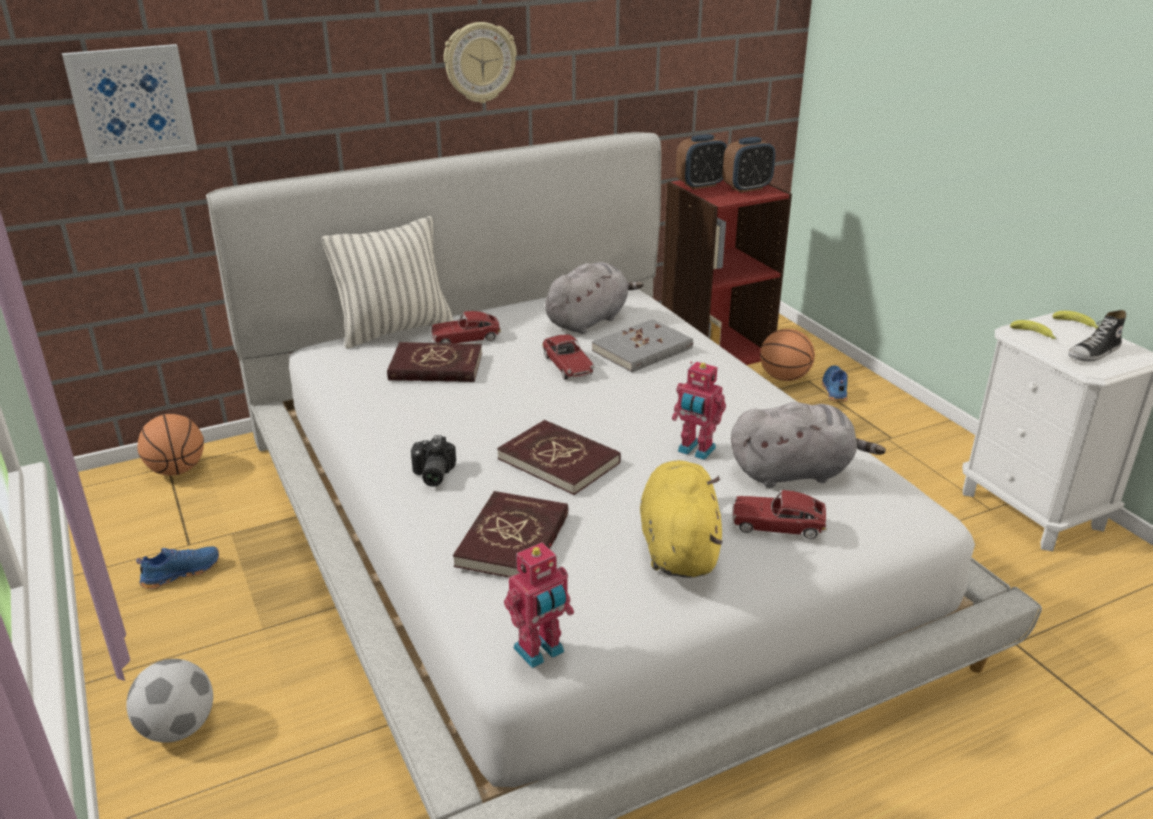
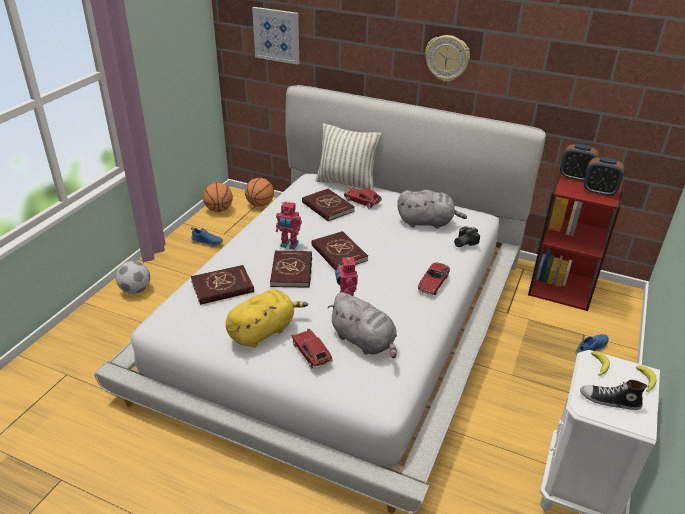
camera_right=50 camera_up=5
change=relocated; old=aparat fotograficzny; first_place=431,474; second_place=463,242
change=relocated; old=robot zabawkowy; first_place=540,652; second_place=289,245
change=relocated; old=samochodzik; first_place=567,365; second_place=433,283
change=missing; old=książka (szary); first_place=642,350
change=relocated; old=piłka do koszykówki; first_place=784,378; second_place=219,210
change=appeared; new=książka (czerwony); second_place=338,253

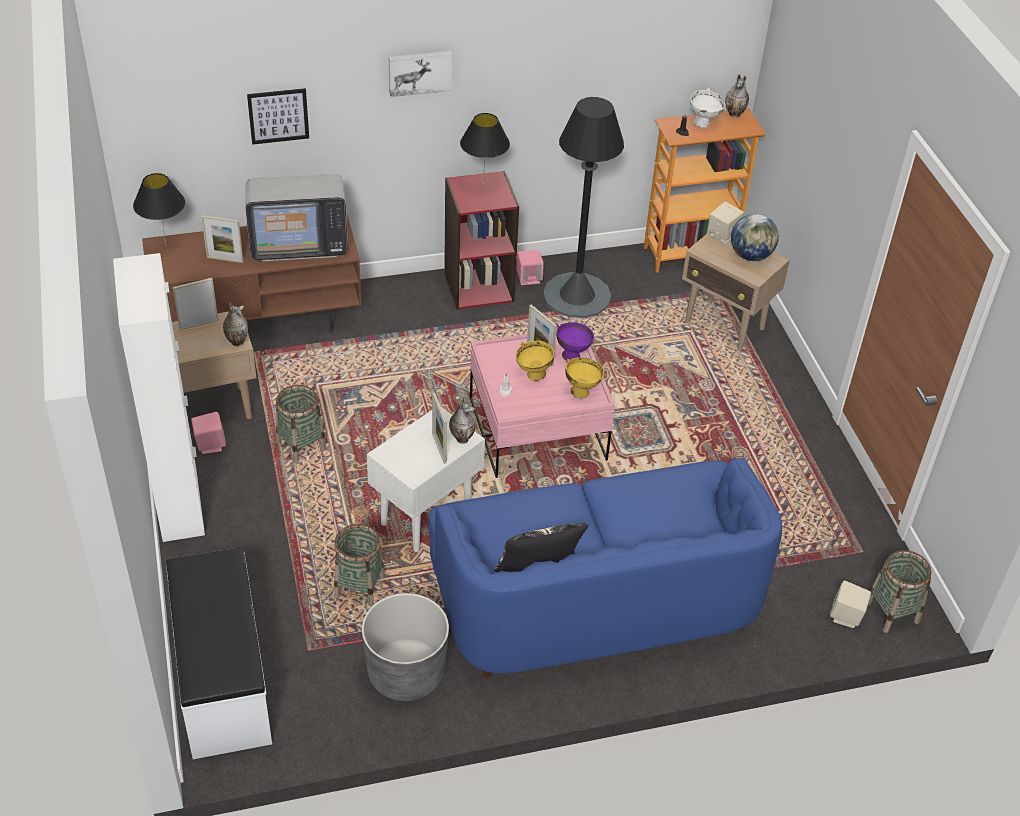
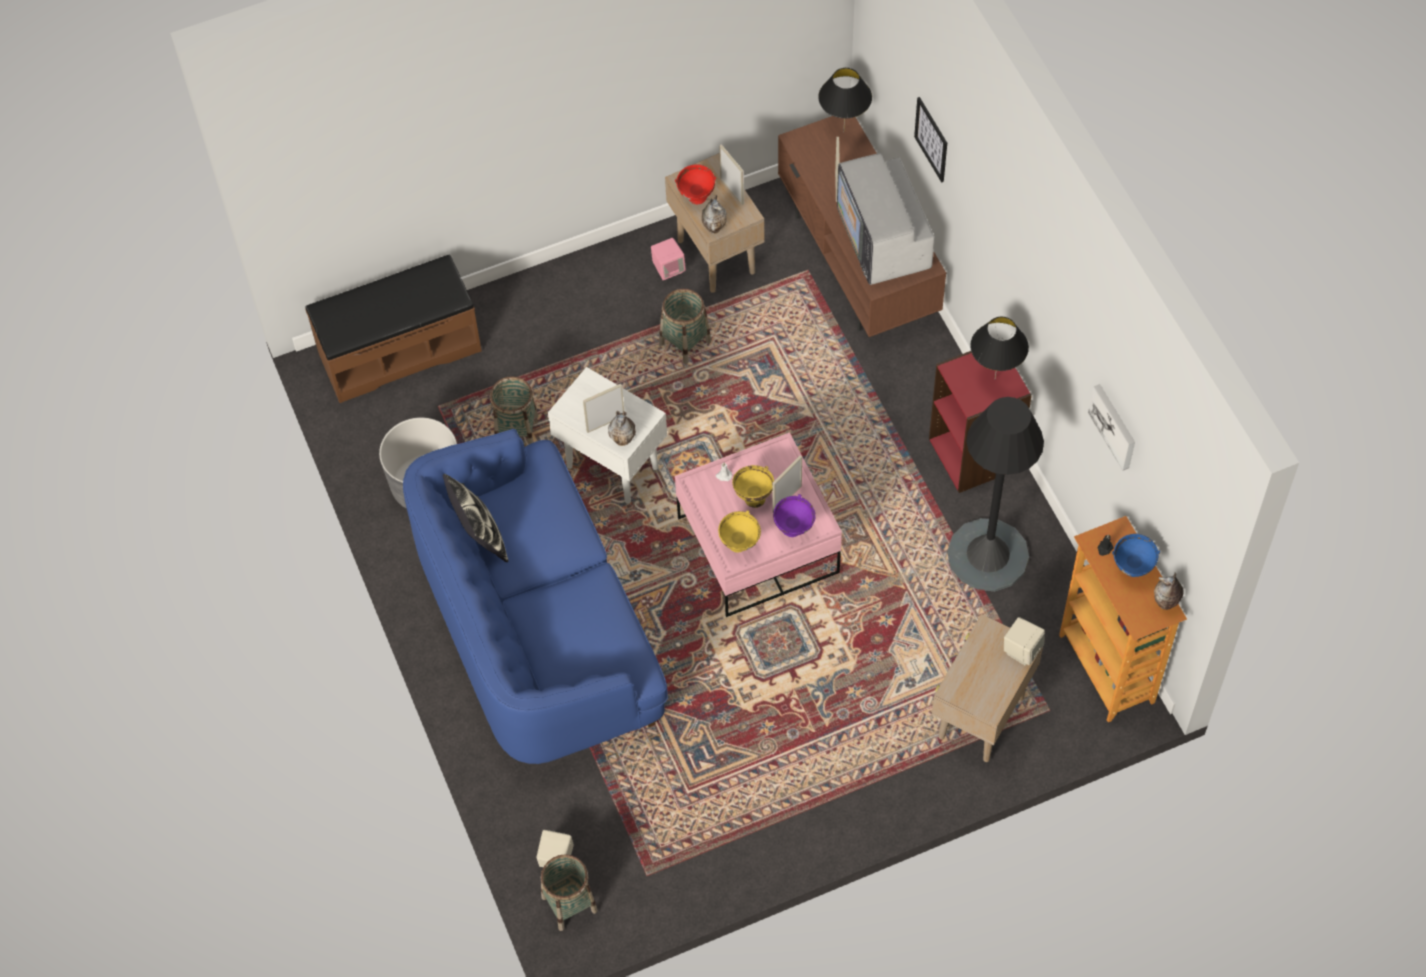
camera_right=85 camera_up=15
change=missing; old=szafka (biały); first_place=180,504
change=colour; old=ławka (biały); new=ławka (brązowy); first_place=221,678; second_place=399,350
change=relocated; old=obraz; first_place=419,72; second_place=1114,426
change=missing; old=głośnik (różowy); first_place=529,278
change=colour; old=miska (biały); new=miska (niebieski); first_place=704,123; second_place=1132,570
change=missing; old=globus; first_place=751,255
change=appeared; new=miska (czerwony); second_place=697,199

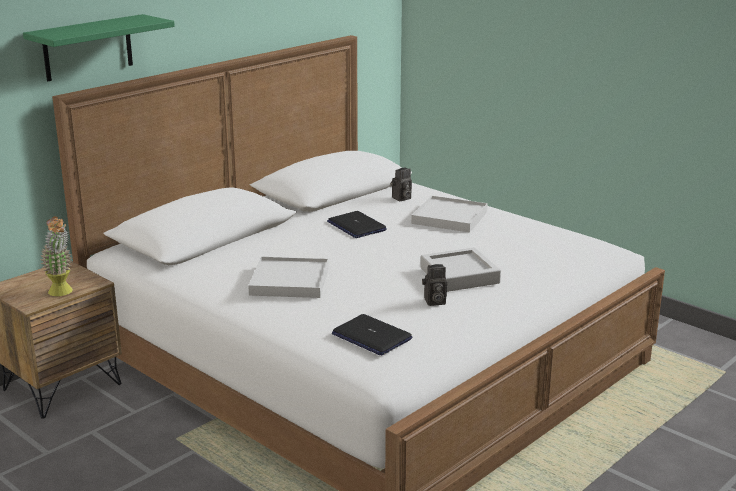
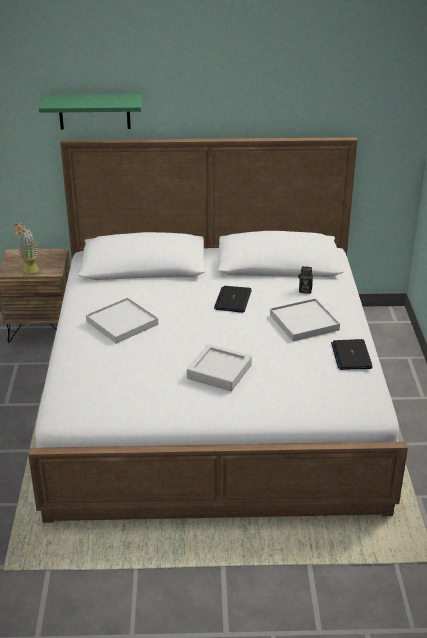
camera_right=45 camera_up=10
change=relocated; old=laptop; first_place=371,336; second_place=351,355
change=missing; old=aparat fotograficzny; first_place=434,302

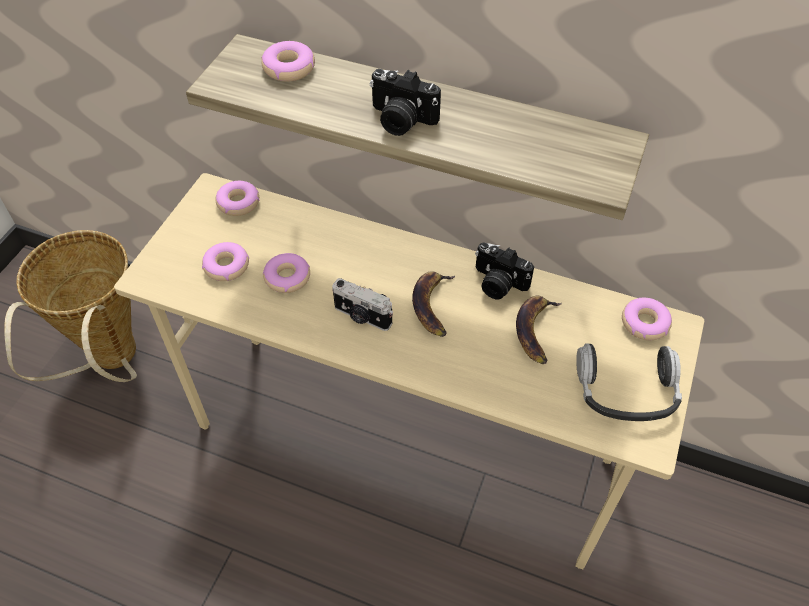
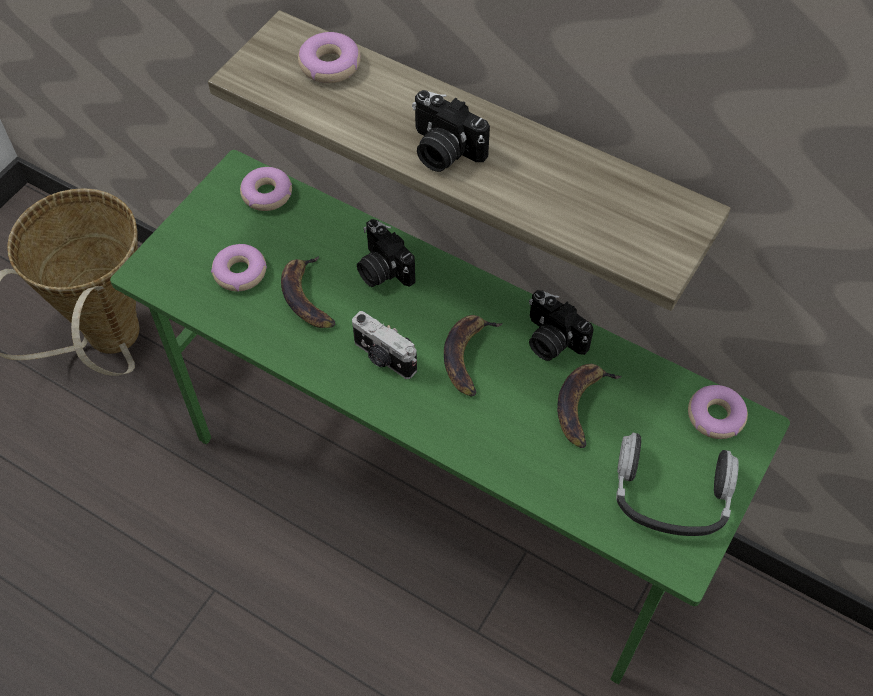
camera_right=10 camera_up=5
change=colour; old=biurko (beżowy); new=biurko (zielony); first_place=405,442; second_place=437,497
change=exchanged; old=donut; new=banan; first_place=287,277; second_place=307,297
change=appeared; new=aparat fotograficzny; second_place=382,270

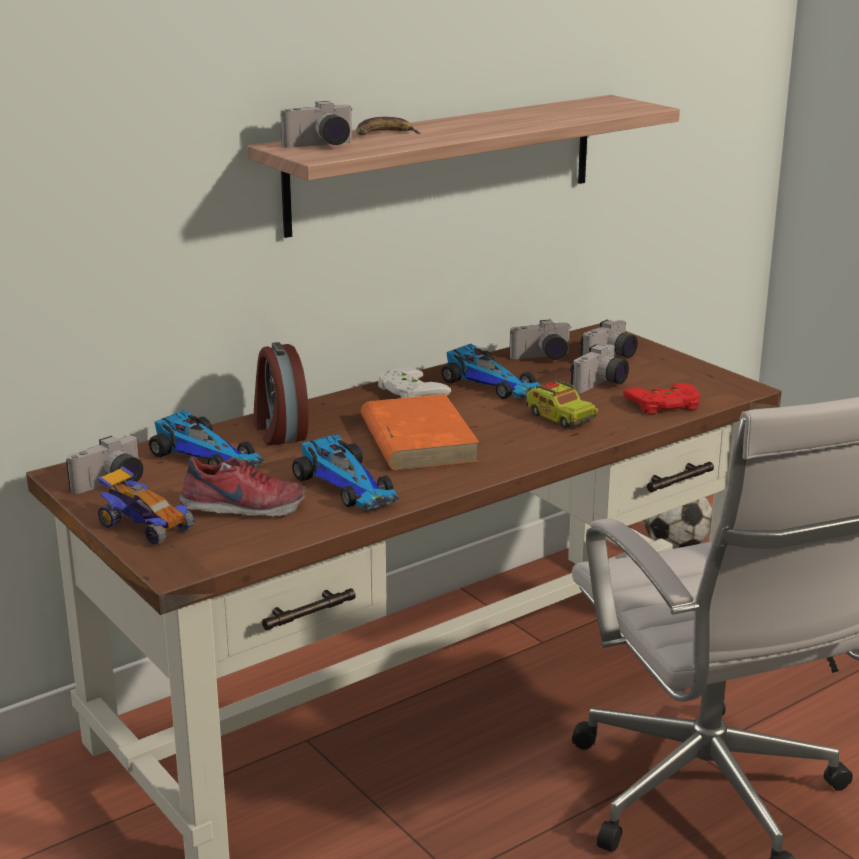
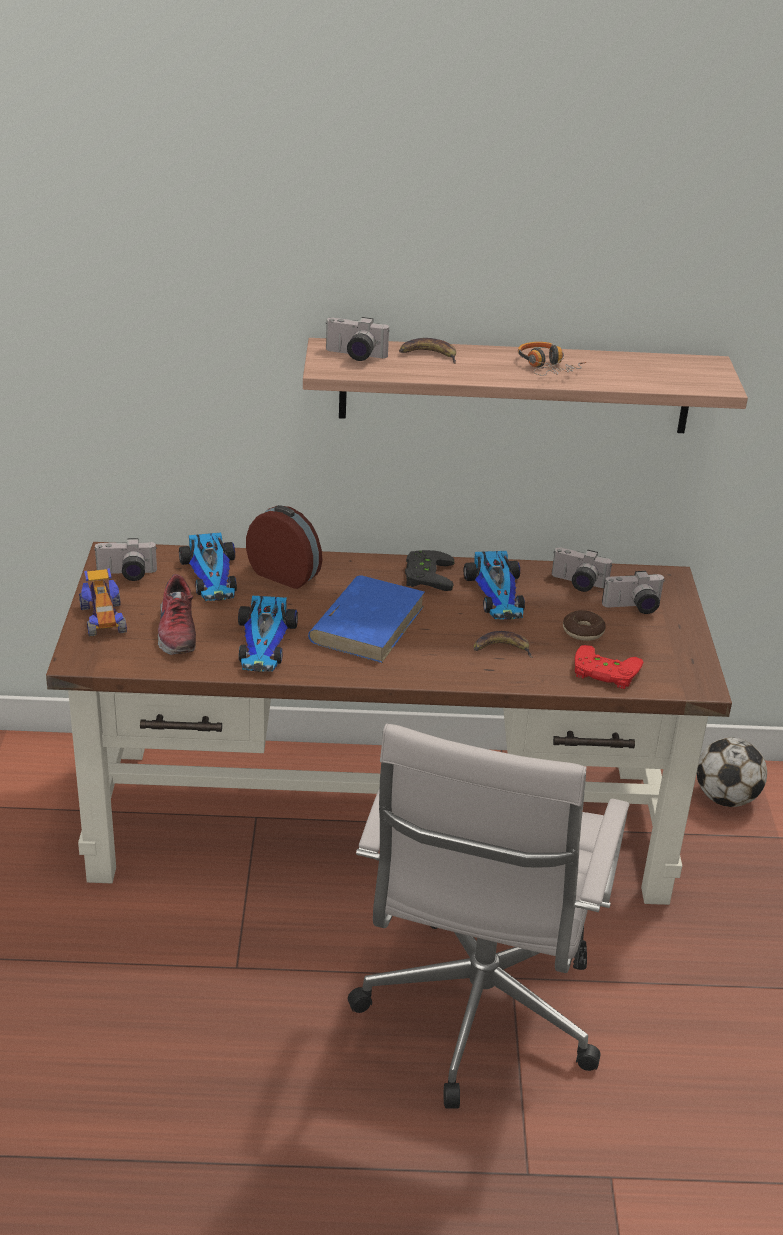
camera_right=35 camera_up=10
change=spun; old=but; first_place=242,509; second_place=175,631; degrees=45
change=spun; old=budzik; first_place=279,431; second_place=285,574; degrees=105
change=colour; old=książka (pomarańczowy); new=książka (niebieski); first_place=417,439; second_place=367,623
change=colour; old=pad do gier (biały); new=pad do gier (czarny); first_place=407,391; second_place=425,575
change=exchanged; old=ciężarówka zabawkowa; new=banan; first_place=559,417; second_place=501,649
change=exchanged; old=aparat fotograficzny; new=donut; first_place=601,385; second_place=583,631
change=appeared; new=słuchawki; second_place=546,367

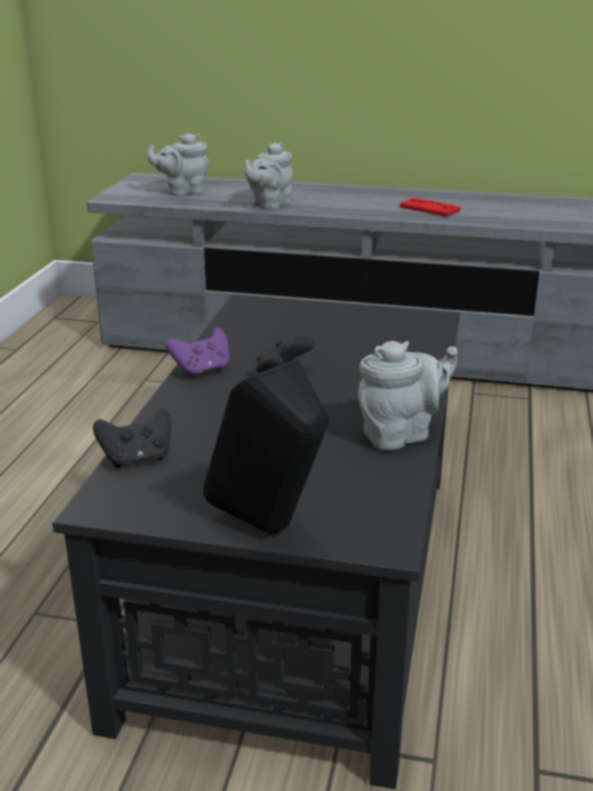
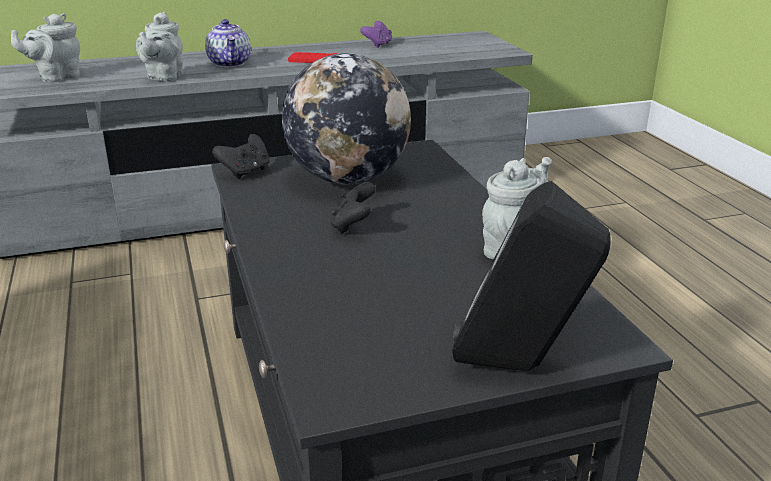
camera_right=-30 camera_up=0
change=relocated; old=pad do gier (czarny); first_place=137,458; second_place=245,172
change=relocated; old=pad do gier (fioletowy); first_place=202,370; second_place=377,45
change=appeared; new=imbryk; second_place=230,63
change=appeared; new=globus; second_place=347,179

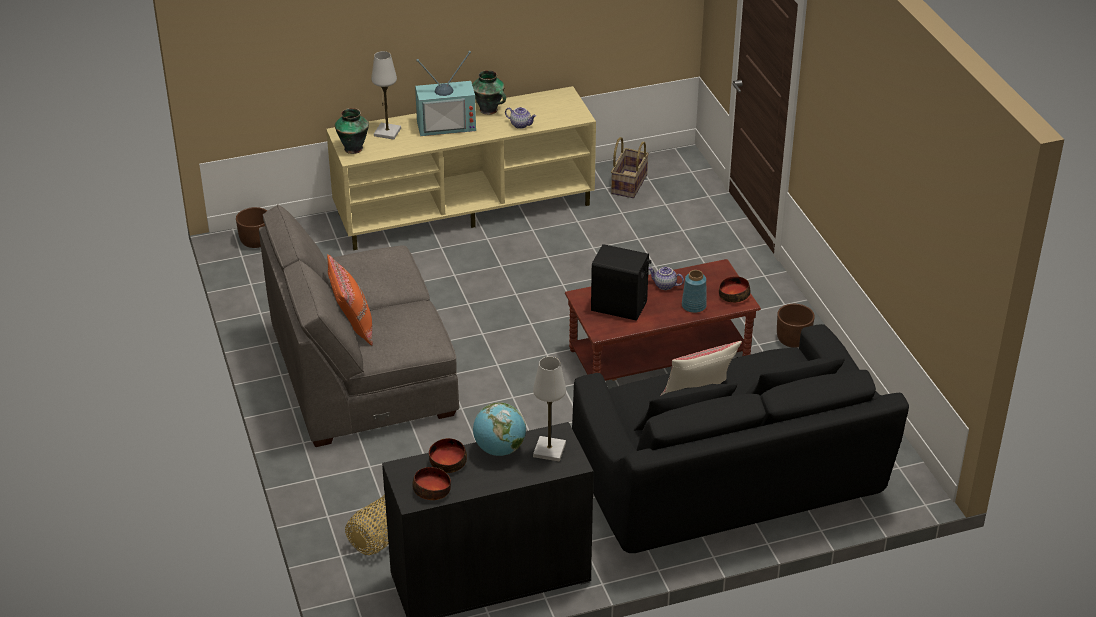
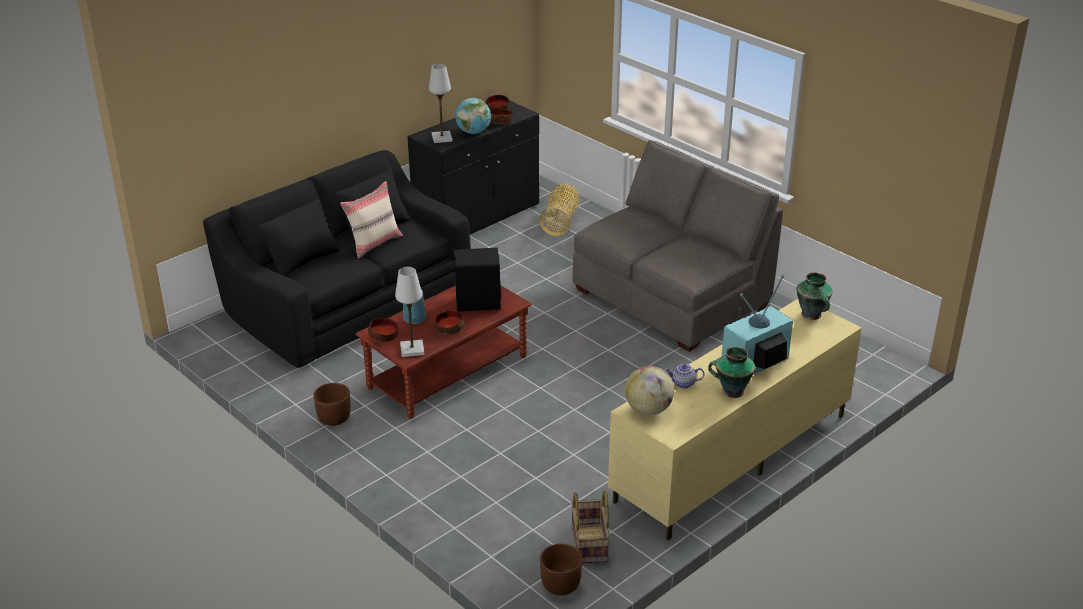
camera_right=155 camera_up=-5
change=relocated; old=donica (brązowy); first_place=256,241; second_place=560,584
change=missing; old=poduszka (pomarańczowy); first_place=352,326
change=relocated; old=lampa stołowa (biały); first_place=387,132; second_place=412,349
change=exchanged; old=imbryk; new=miska; first_place=664,286; second_place=449,328
change=appeared; new=globus; second_place=648,409

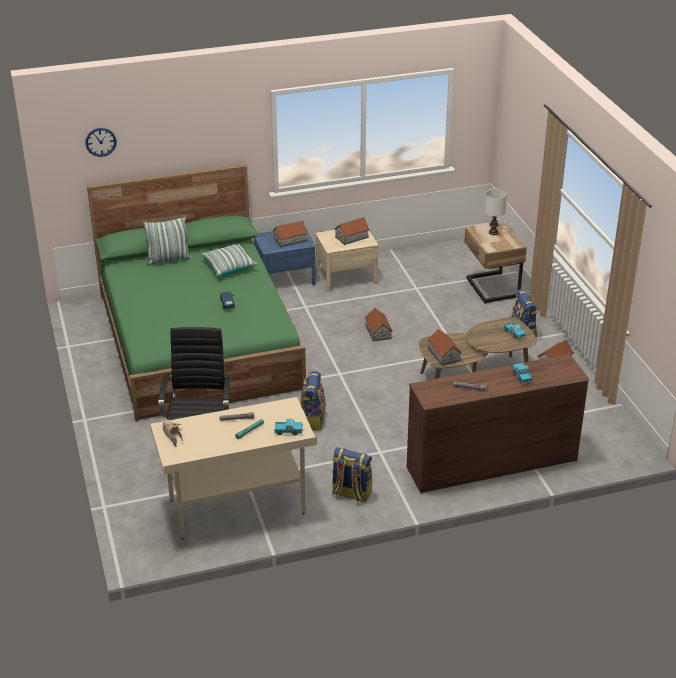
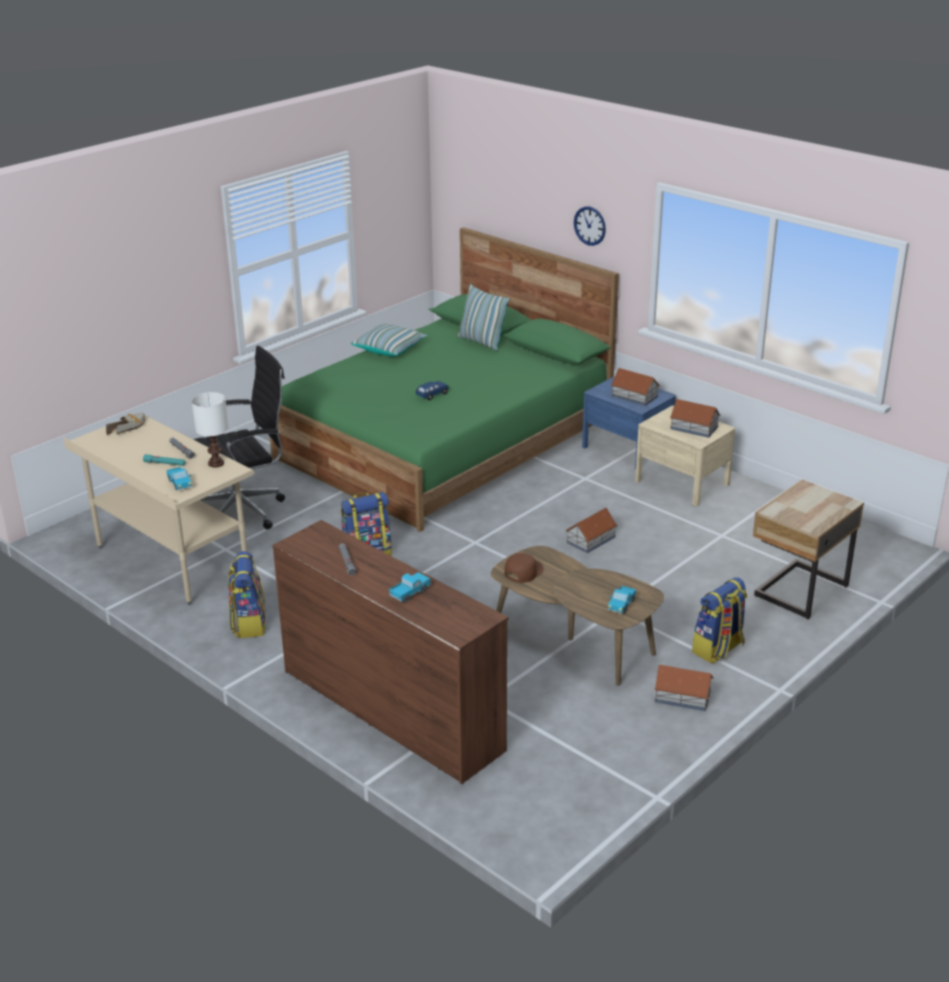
camera_right=60 camera_up=-5
change=relocated; old=zegar ścienny; first_place=100,142; second_place=590,225
change=relocated; old=poduszka; first_place=228,266; second_place=389,349
change=exchanged; old=domek; new=czapka z daszkiem (brązowy); first_place=443,355; second_place=523,571
change=relocated; old=lampa stołowa (biały); first_place=493,232; second_place=216,463

